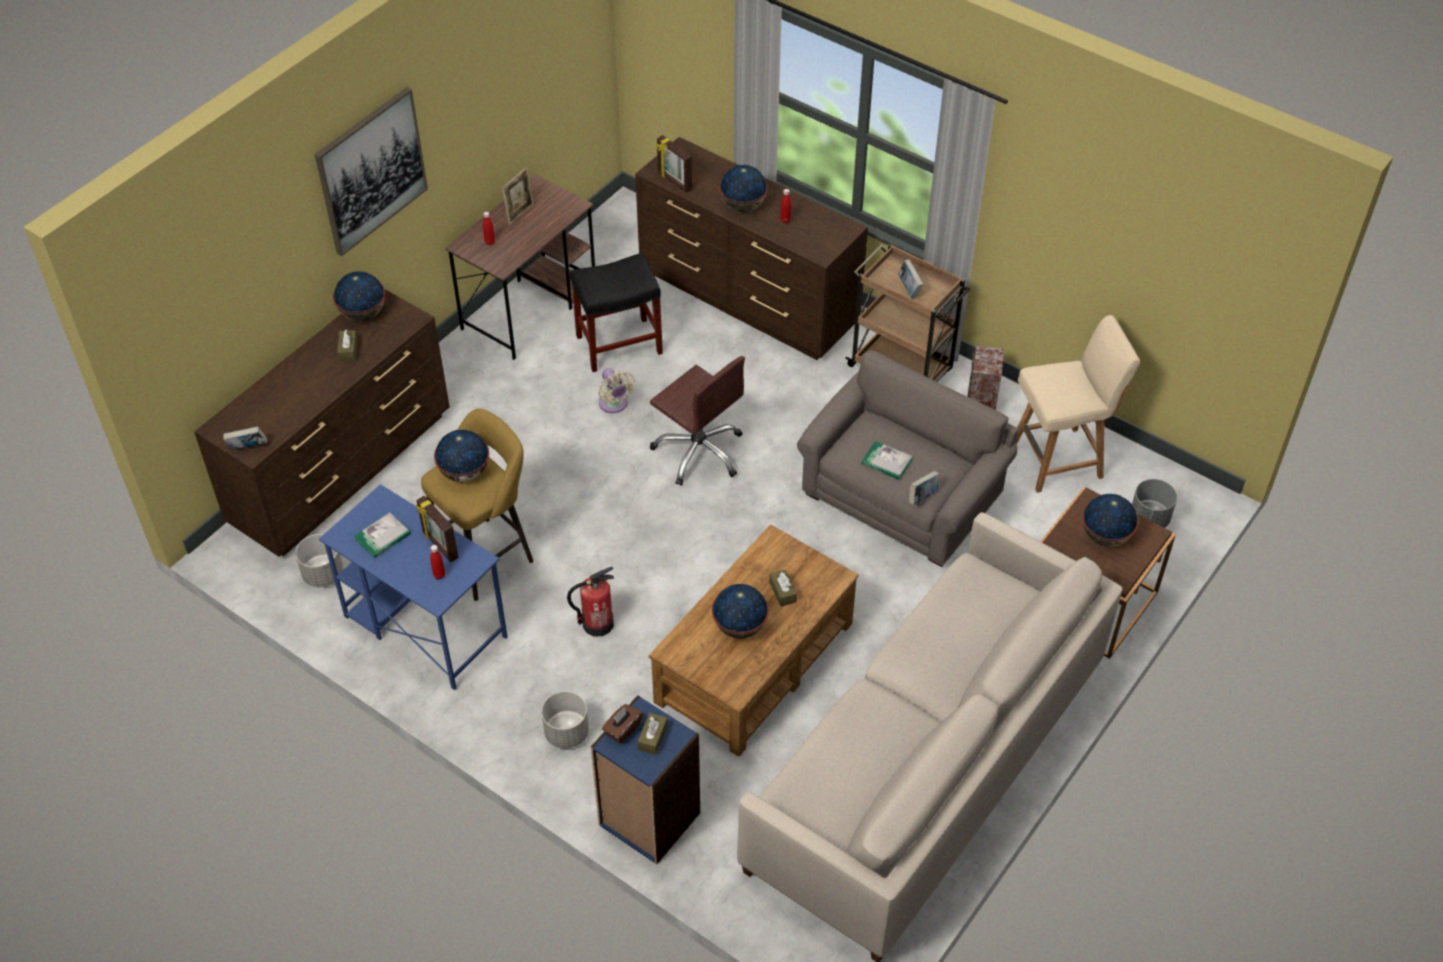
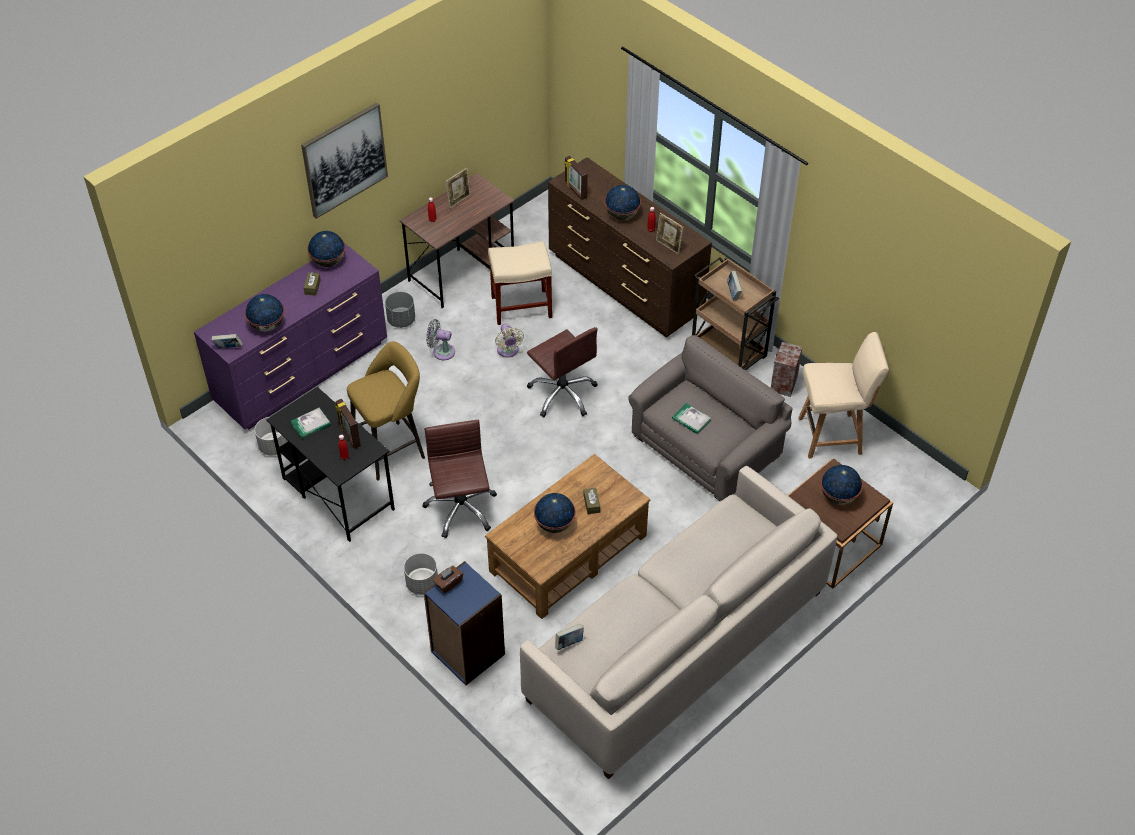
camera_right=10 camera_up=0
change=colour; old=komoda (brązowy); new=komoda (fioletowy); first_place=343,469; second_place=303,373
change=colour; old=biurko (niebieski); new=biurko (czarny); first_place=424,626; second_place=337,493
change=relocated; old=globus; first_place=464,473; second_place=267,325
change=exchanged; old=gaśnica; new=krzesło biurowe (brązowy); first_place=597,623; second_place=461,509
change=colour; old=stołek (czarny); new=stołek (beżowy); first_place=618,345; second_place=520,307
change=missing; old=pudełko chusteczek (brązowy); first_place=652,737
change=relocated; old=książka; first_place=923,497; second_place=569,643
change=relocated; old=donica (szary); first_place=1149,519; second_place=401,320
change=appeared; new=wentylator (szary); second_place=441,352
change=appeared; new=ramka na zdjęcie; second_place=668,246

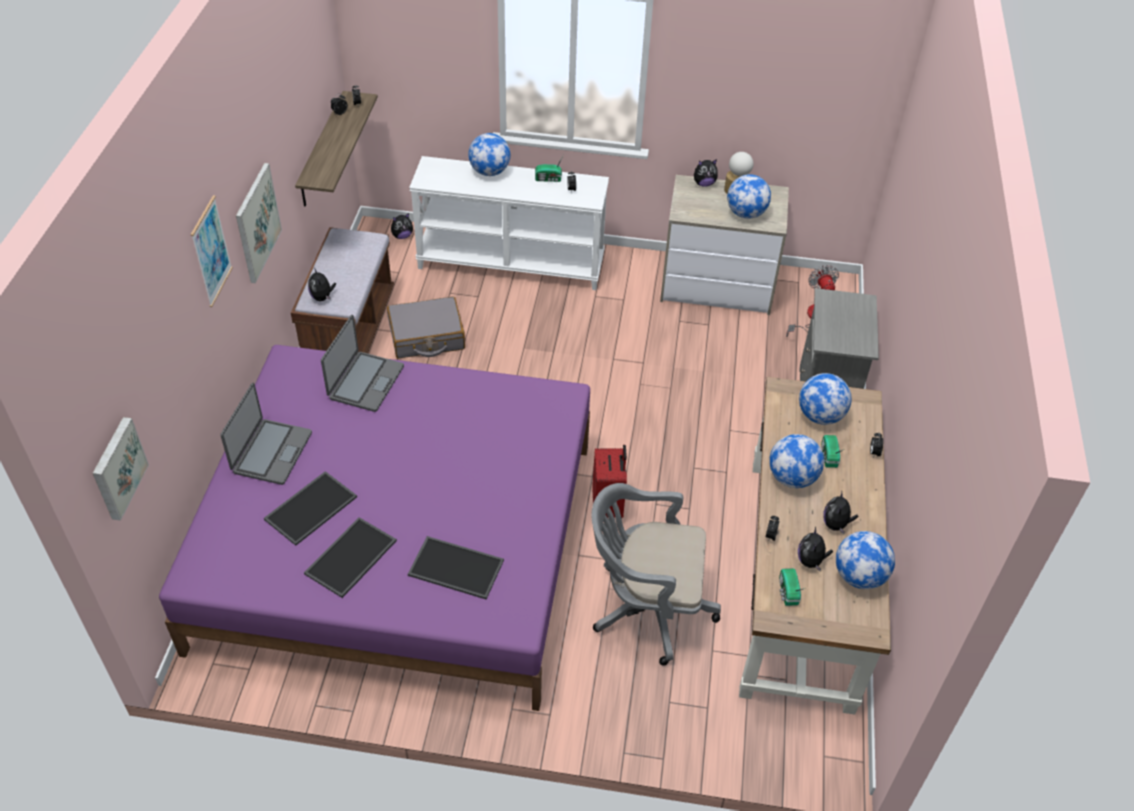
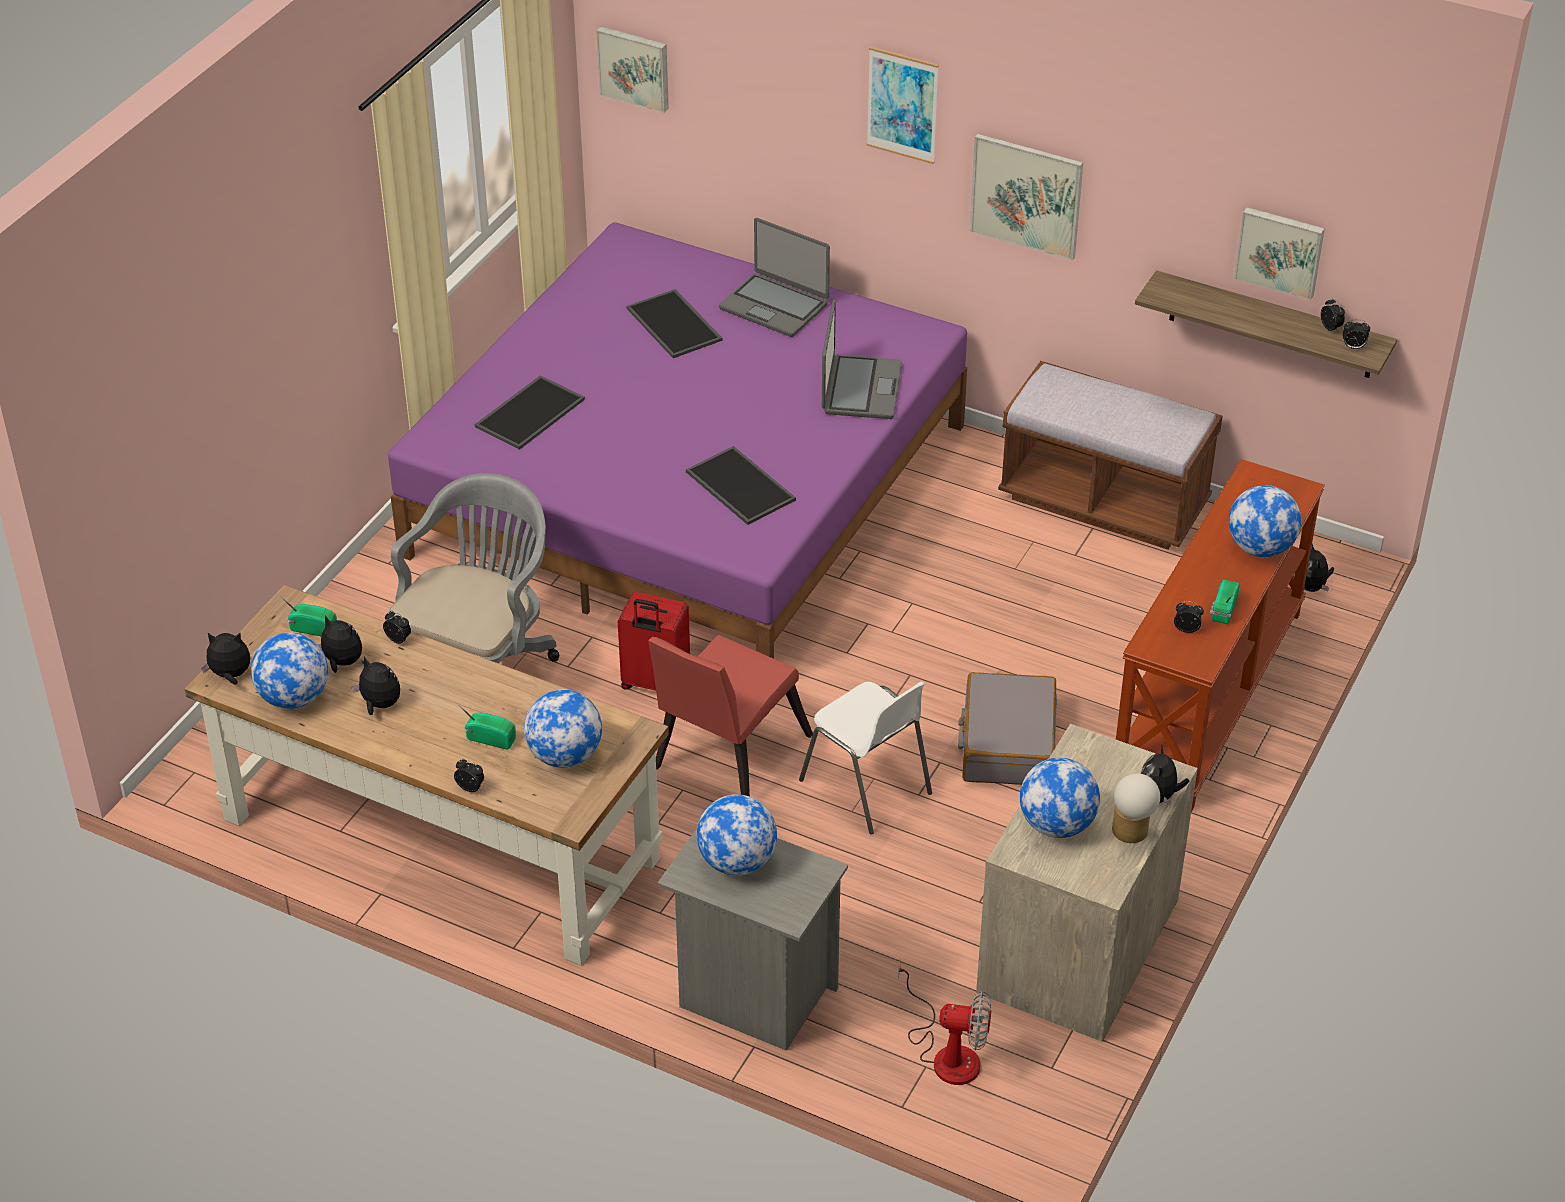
camera_right=110 camera_up=-5
change=relocated; old=taca; first_place=351,558; second_place=738,486
change=relocated; old=pluszak; first_place=322,297; second_place=230,675
change=spun; old=laptop; first_place=365,382; second_place=860,389; degrees=-120
change=relocated; old=walizka (szary); first_place=426,337; second_place=1007,743
change=colour; old=stolik konsolowy (biały); new=stolik konsolowy (brązowy); first_place=511,263; second_place=1209,697
change=relocated; old=globus; first_place=792,478; second_place=737,862
change=appeared; new=krzesło (czerwony); second_place=725,757
change=appeared; new=krzesło (biały); second_place=867,787
change=appeared; new=obraz; second_place=1280,251

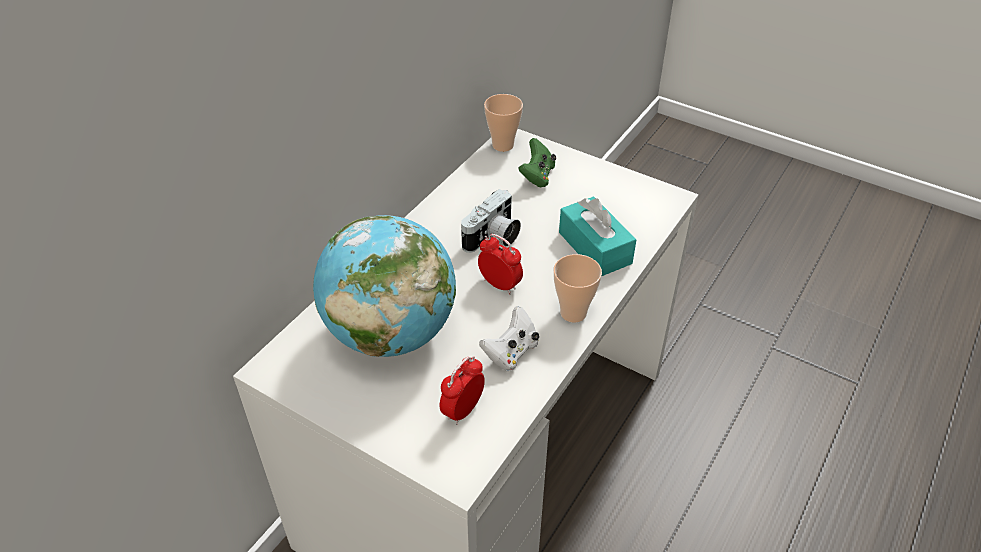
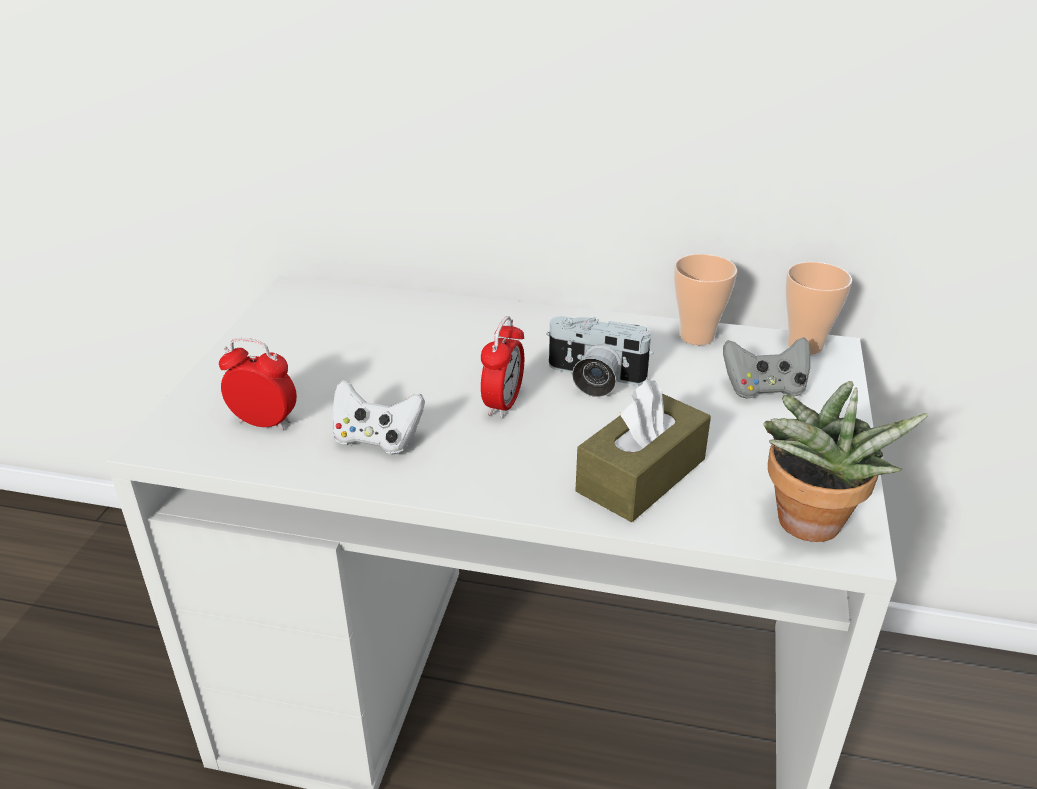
camera_right=70 camera_up=-10
change=missing; old=globus; first_place=390,333
change=colour; old=pad do gier (zielony); new=pad do gier (szary); first_place=537,176; second_place=764,388
change=relocated; old=filiżanka; first_place=573,313; second_place=697,336
change=colour; old=pudełko chusteczek (turkusowy); new=pudełko chusteczek (brązowy); first_place=595,248; second_place=641,475
change=appeared; new=roślina doniczkowa; second_place=808,528

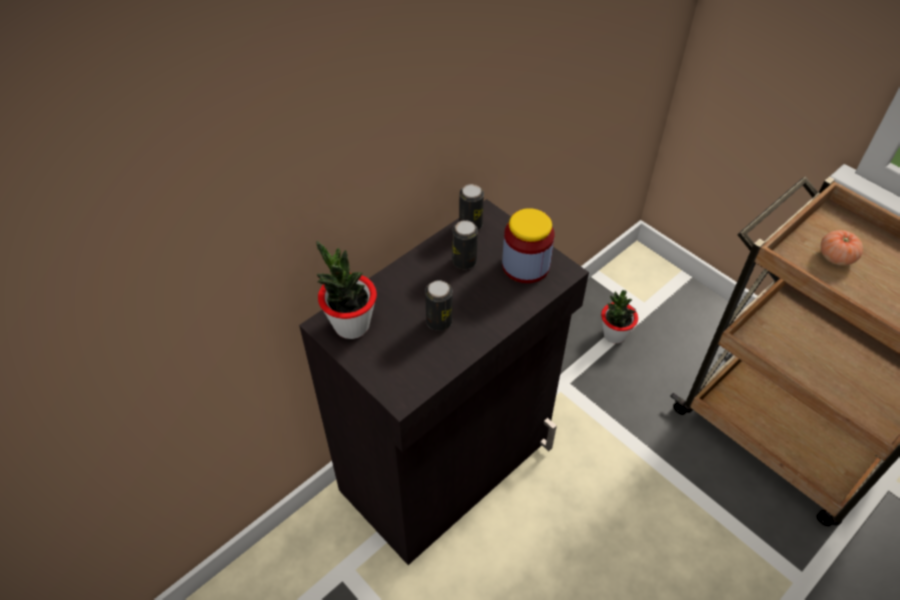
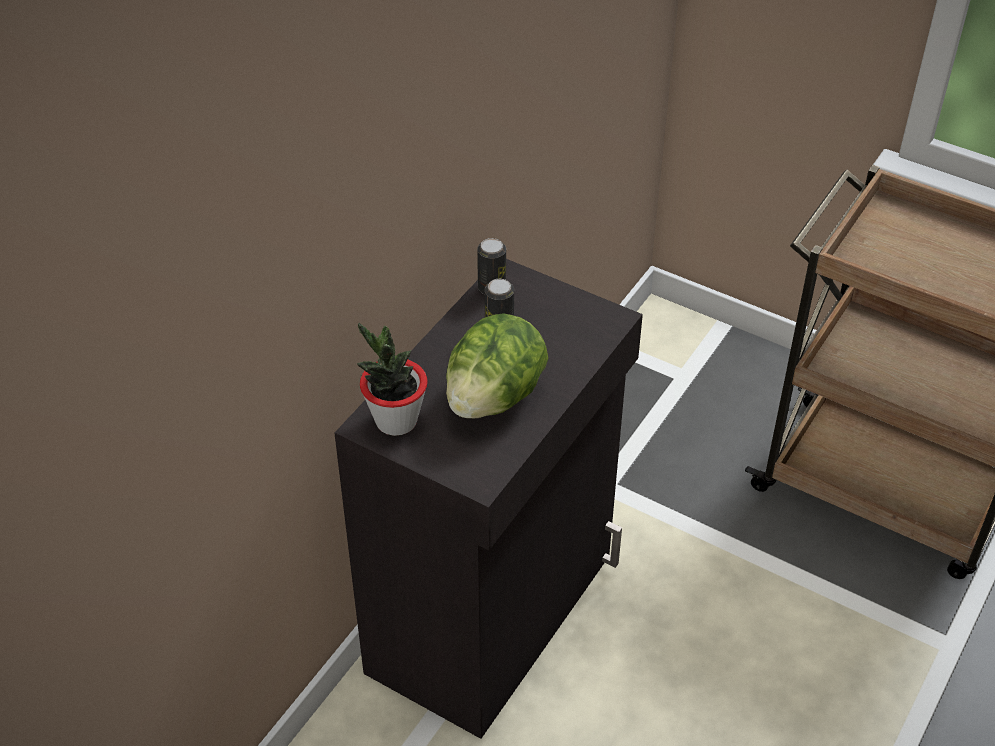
camera_right=-15 camera_up=-5
change=exchanged; old=puszka; new=sałata; first_place=439,321; second_place=494,397
change=missing; old=słoik; first_place=525,265
change=missing; old=roślina doniczkowa; first_place=614,335
change=missing; old=pomidor; first_place=836,257

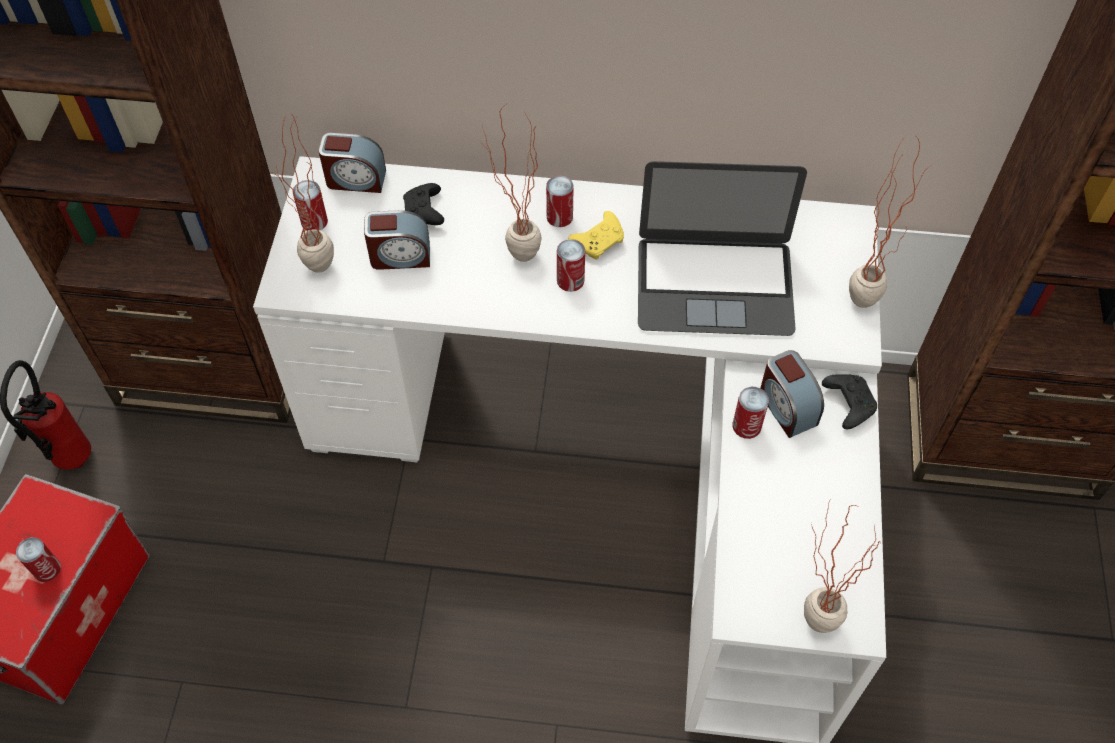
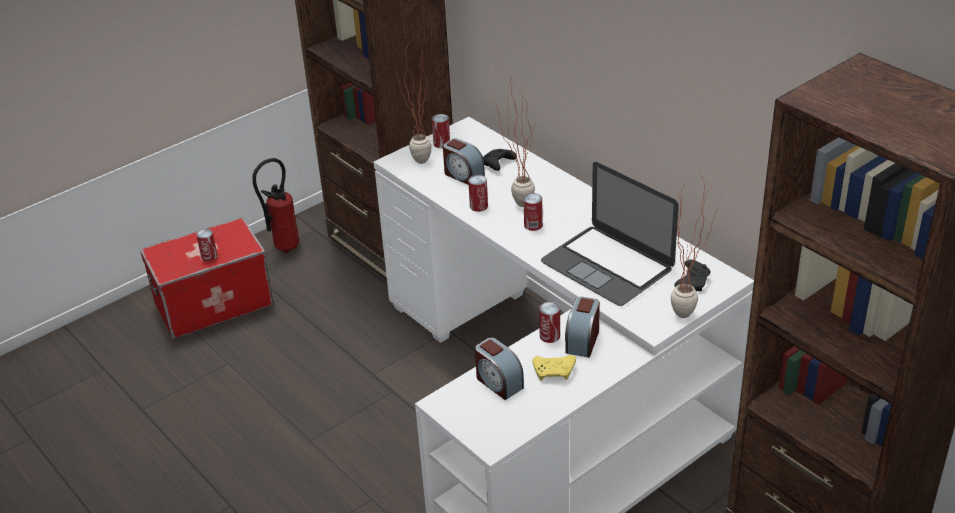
camera_right=45 camera_up=-20
change=relocated; old=budzik; first_place=355,179; second_place=498,382
change=relocated; old=puszka; first_place=559,217; second_place=478,206
change=relocated; old=pad do gier (żółty); first_place=599,241; second_place=554,372
change=missing; old=roślina doniczkowa; first_place=806,616
change=relocated; old=pad do gier (czarny); first_place=847,403; second_place=692,281

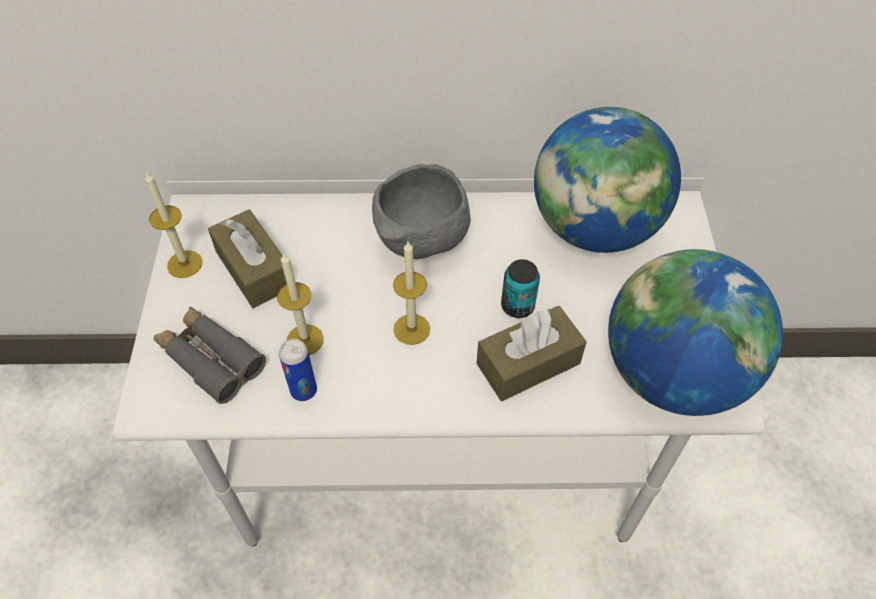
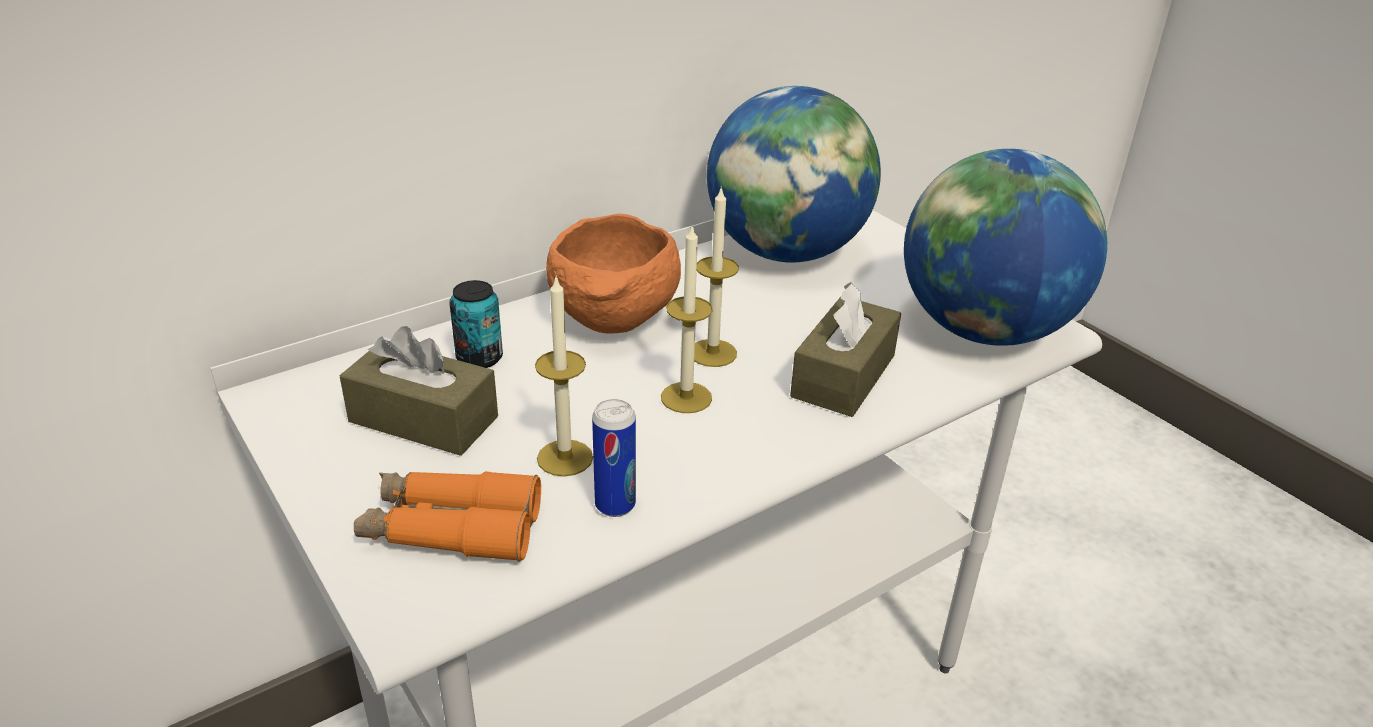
camera_right=-35 camera_up=-20
change=relocated; old=świeca; first_place=184,264; second_place=712,353
change=colour; old=lornetka (szary); new=lornetka (pomarańczowy); first_place=210,359; second_place=451,528
change=colour; old=miska (szary); new=miska (pomarańczowy); first_place=421,242; second_place=615,322
change=relocated; old=puszka; first_place=517,306; second_place=479,358

